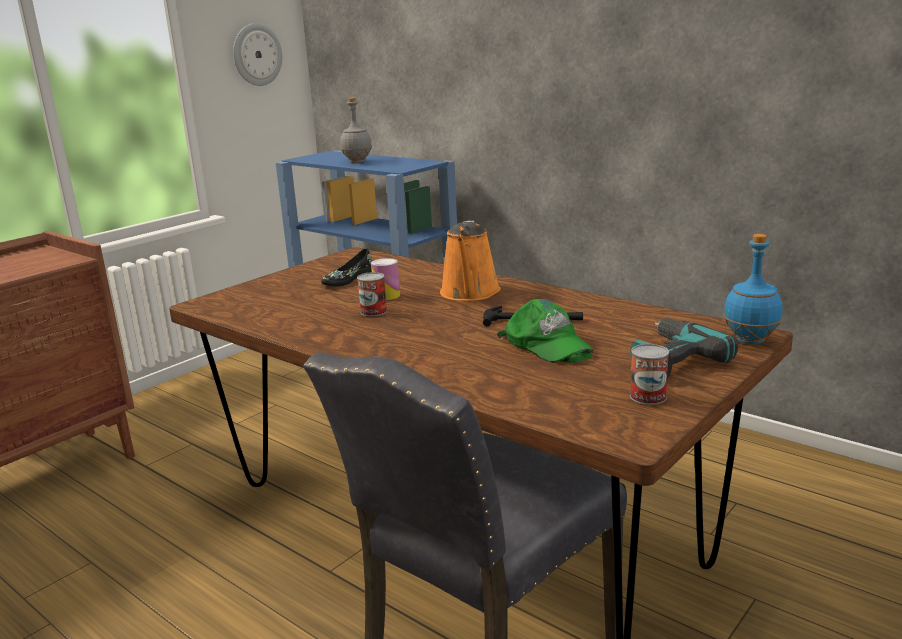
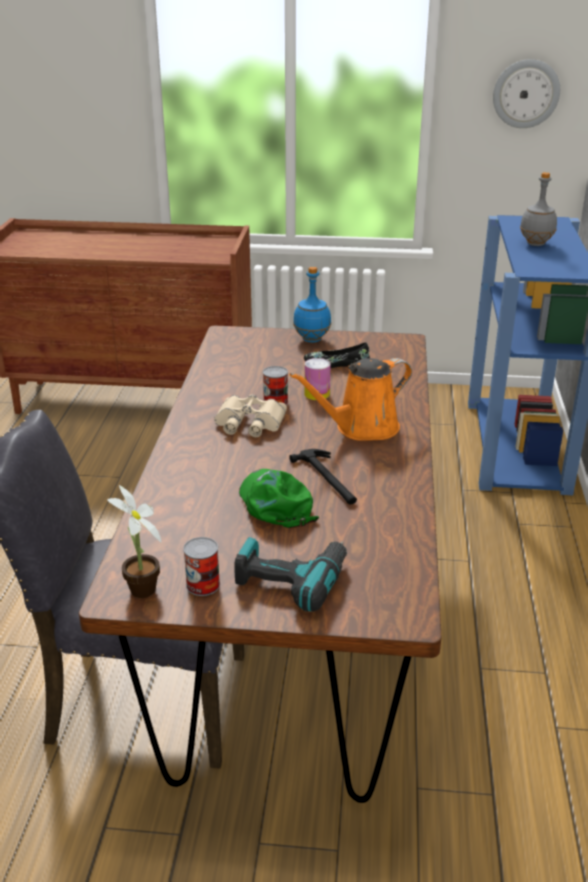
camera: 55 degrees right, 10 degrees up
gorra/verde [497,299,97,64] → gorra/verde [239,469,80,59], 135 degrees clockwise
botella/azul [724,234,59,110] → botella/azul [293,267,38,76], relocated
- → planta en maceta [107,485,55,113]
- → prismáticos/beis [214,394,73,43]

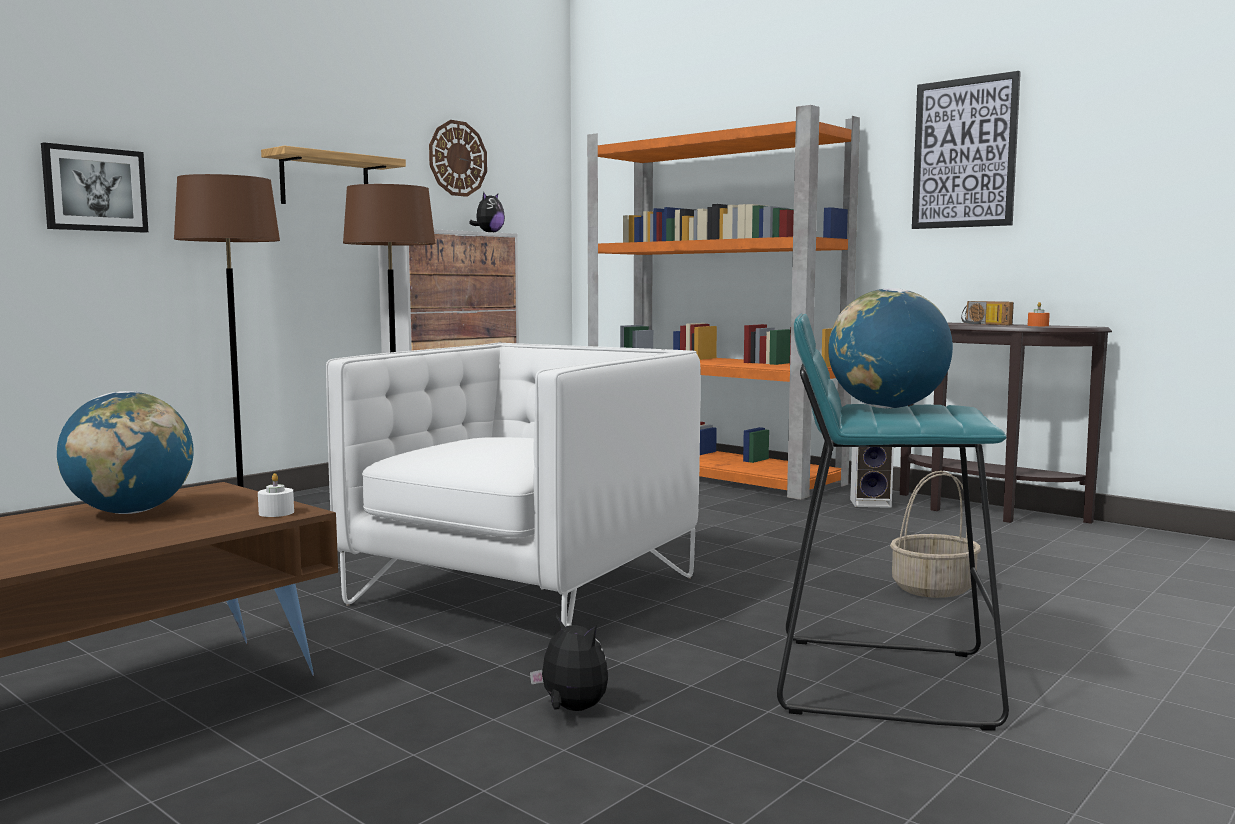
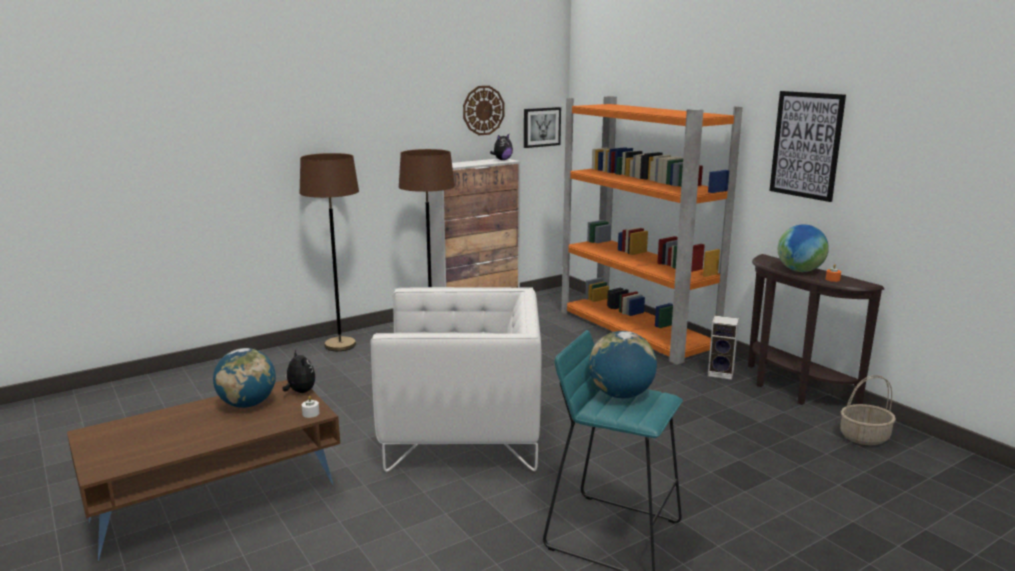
camera: 15 degrees right, 10 degrees up
cuadro [41,142,107,91] → cuadro [524,107,37,41], relocated
estante [261,146,145,58] → -
sillón/blanco [326,343,375,284] → sillón/blanco [370,287,171,186], 45 degrees clockwise
peluche [530,614,78,97] → peluche [282,350,34,43], relocated
cesta [890,471,91,127] → cesta [840,375,56,70], relocated
radio [961,301,53,24] → globo terráqueo [778,225,51,47]

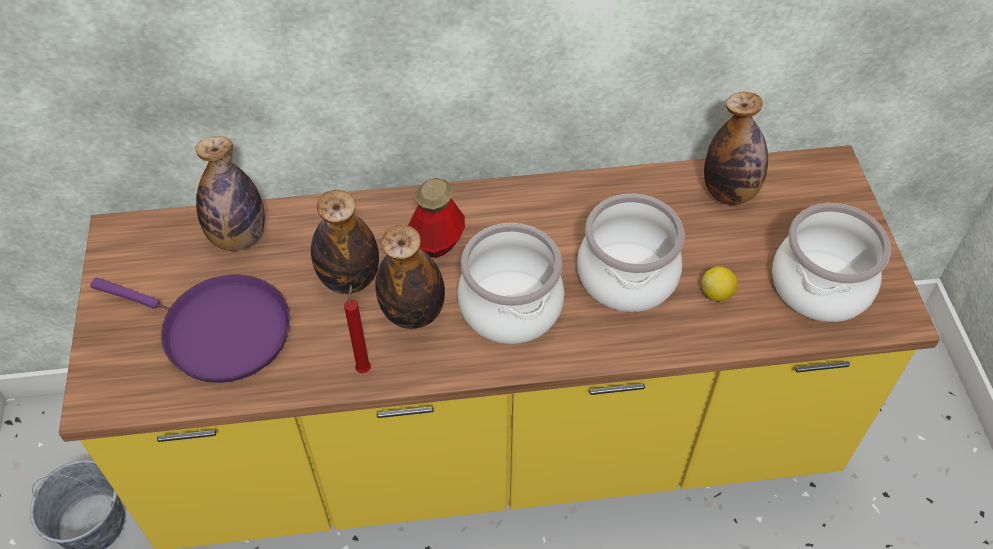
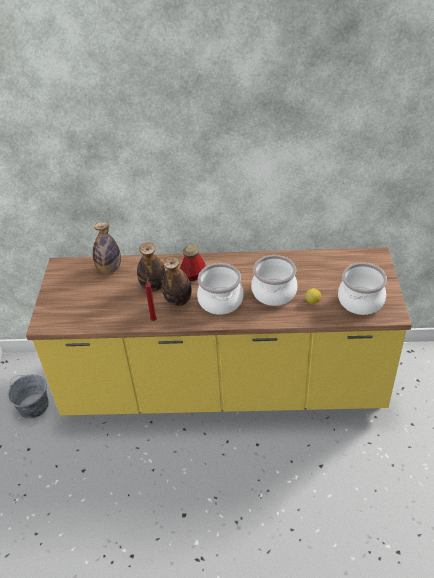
camera: 10 degrees right, 10 degrees down
sartén/morado [90,274,200,109] → -
botella [704,92,64,113] → -

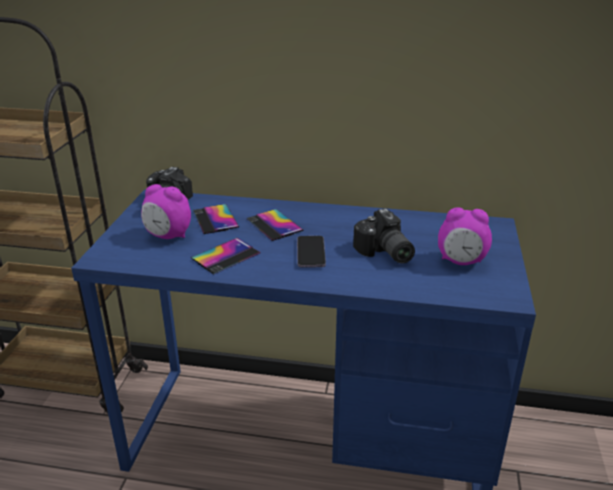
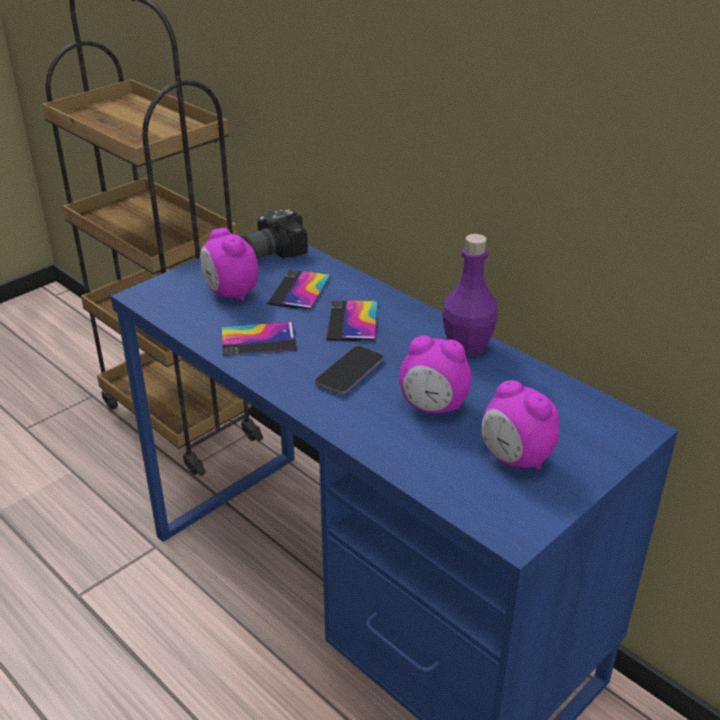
camera: 35 degrees right, 5 degrees up
cámara [353,208,62,56] → despertador [399,336,72,78]
- → botella/morado [442,234,56,123]

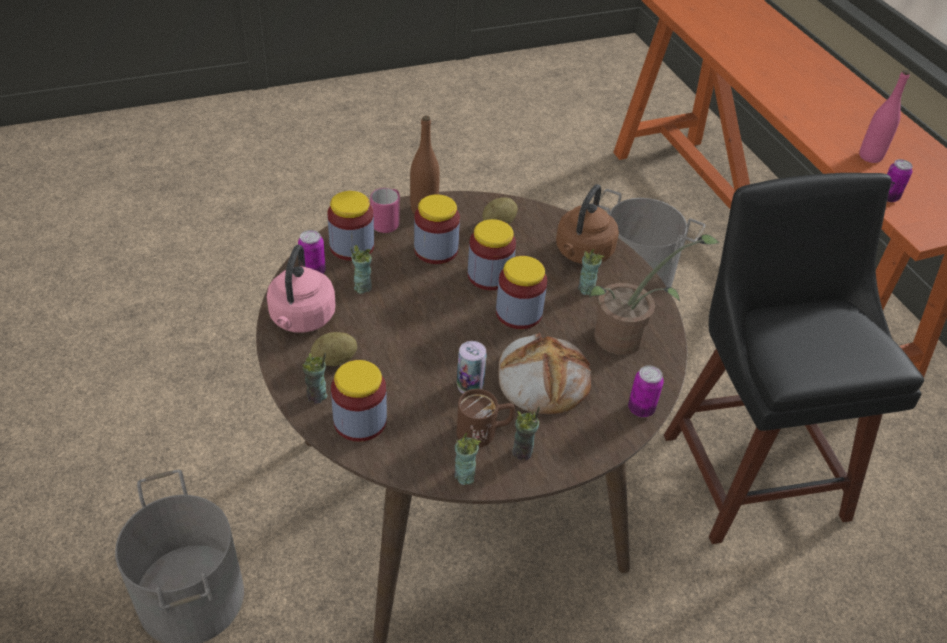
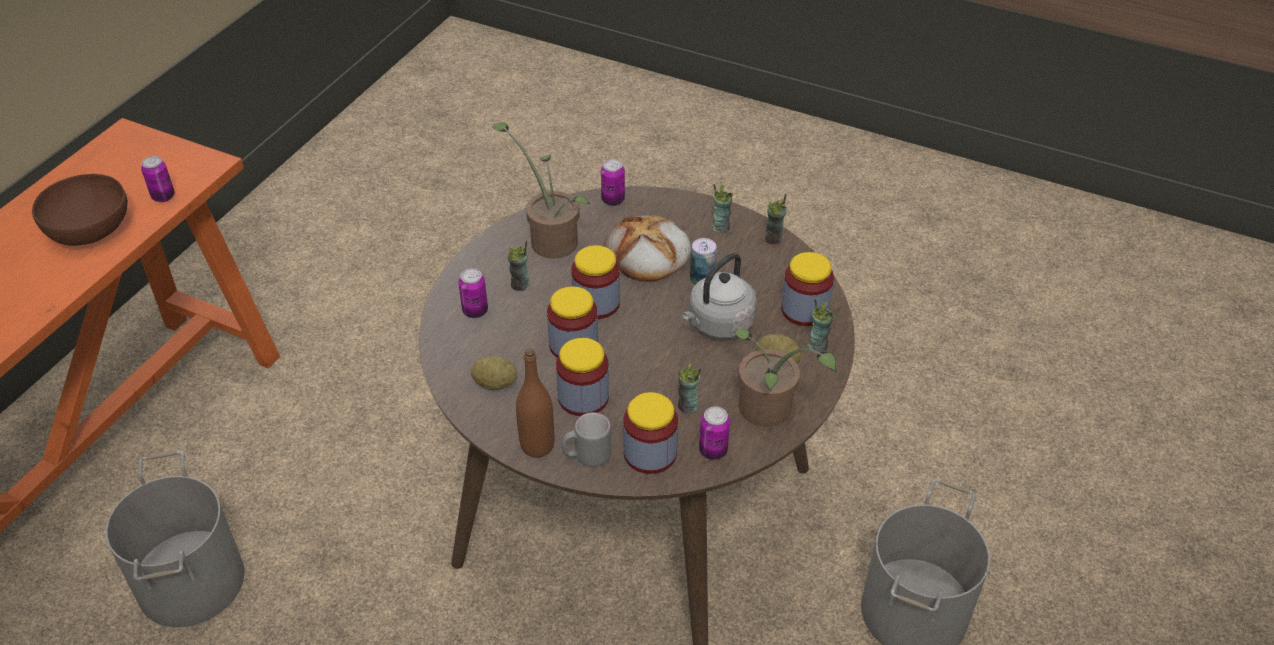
camera: 130 degrees left, 0 degrees up
hervidor/rosa [267,245,69,88] → planta en maceta [733,329,103,98]
taza grande/rosa [370,188,30,45] → taza grande/gris [562,412,49,55]
taza grande/marrón [457,389,58,59] → -
hervidor/marrón [556,184,63,80] → lata [458,268,30,50]
silla/negro [664,173,260,371] → -
botella/rosa [859,70,51,93] → cuenco/marrón [32,174,96,72]
- → hervidor/gris [682,253,75,86]

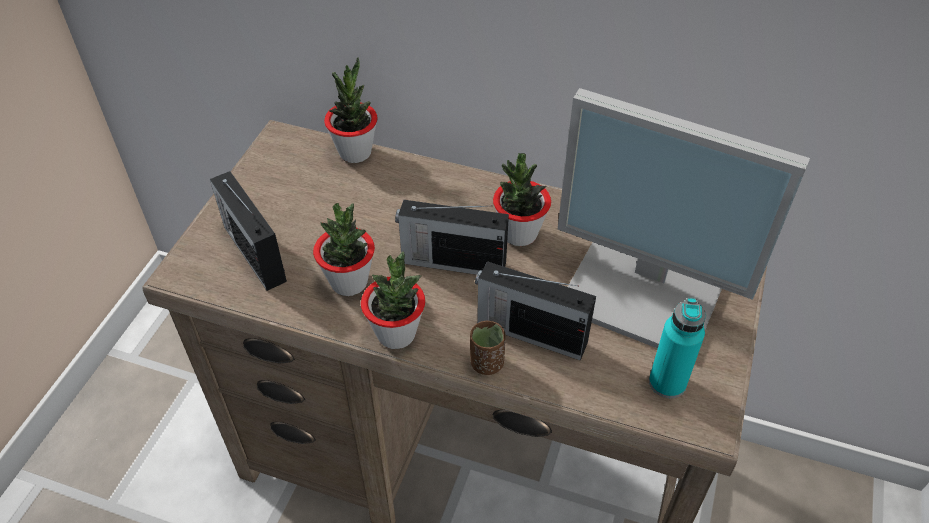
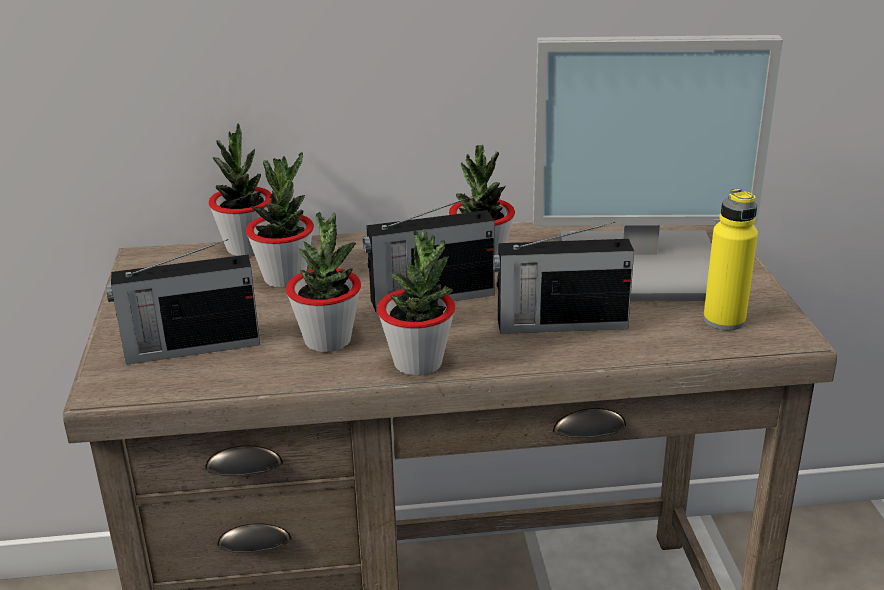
camera: 25 degrees left, 20 degrees down
radio [210,171,77,120] → radio [106,239,154,126], 45 degrees counterclockwise
taza/marrón [470,321,36,54] → -
botella/turquesa [649,298,57,100] → botella/amarillo [703,188,55,142]
- → planta en maceta [246,152,68,136]

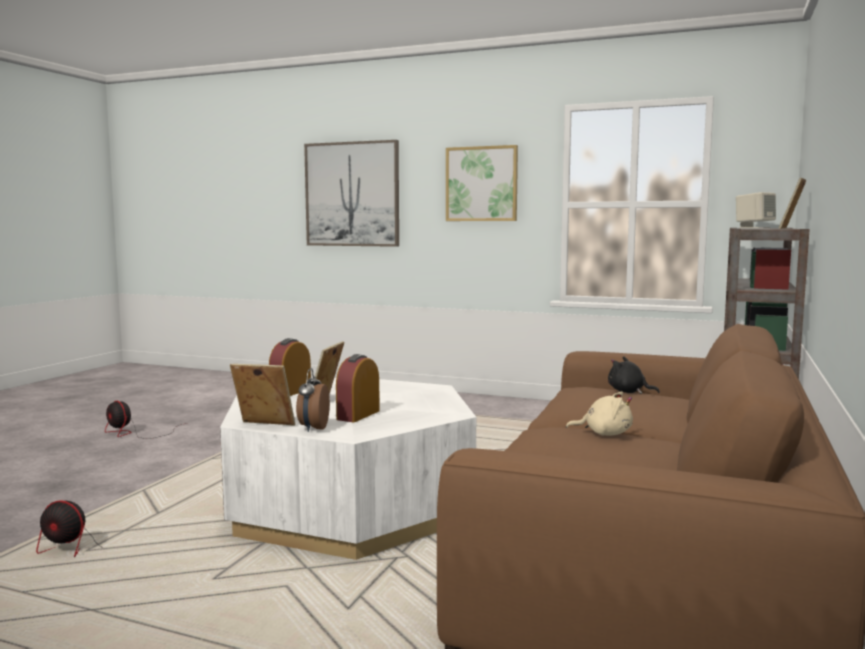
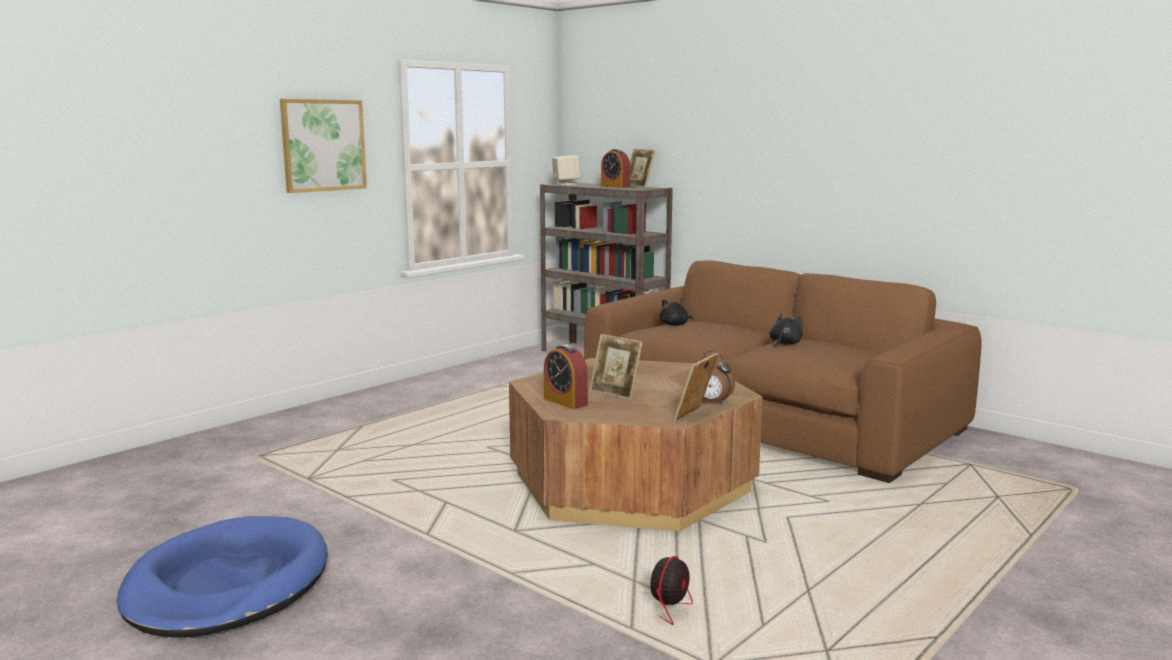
camera: 70 degrees left, 5 degrees up
ventilador [105,401,82,38] → cama para perro/azul [117,516,211,121]
mesa de centro/blanco [220,378,256,182] → mesa de centro/marrón [509,358,254,174]
cuadro [304,140,95,107] → -
despertador [336,354,44,68] → despertador [601,149,29,39], relocated
peluche/beis [566,392,67,44] → peluche/negro [769,314,34,33]

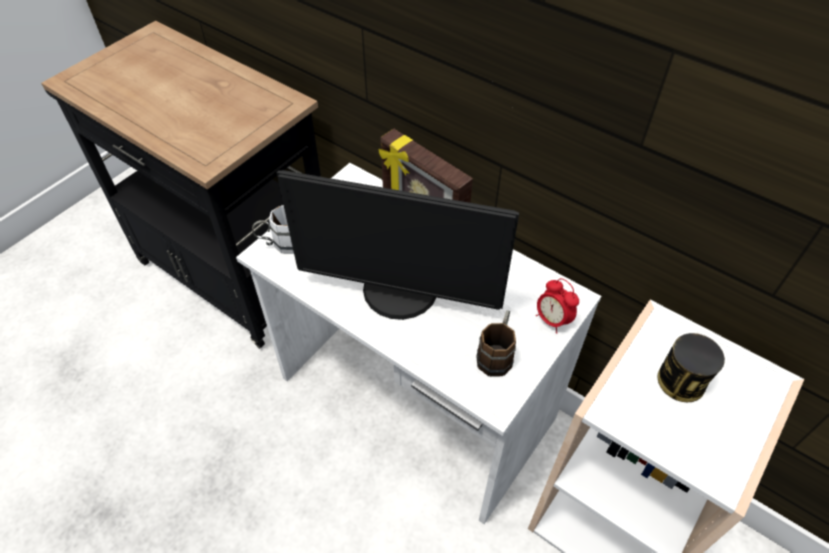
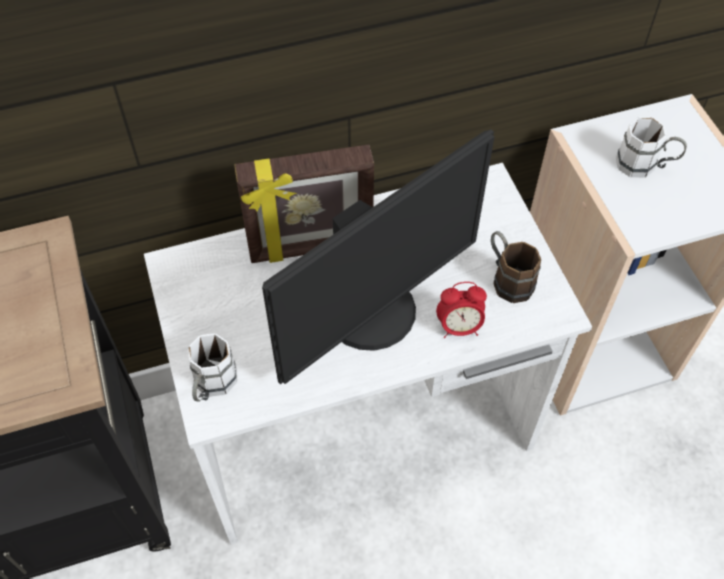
camera: 55 degrees left, 5 degrees up
despertador [536,278,43,56] → despertador [436,282,51,56], relocated
lata [657,333,68,69] → taza grande/blanco [616,118,71,60]

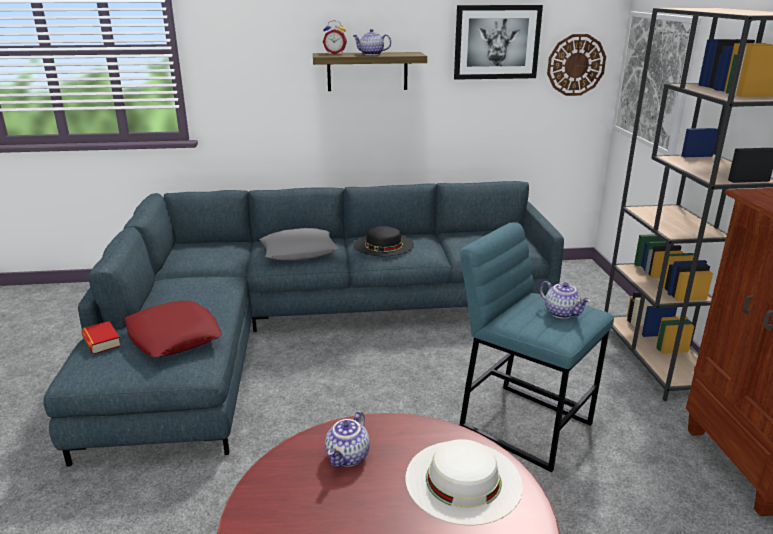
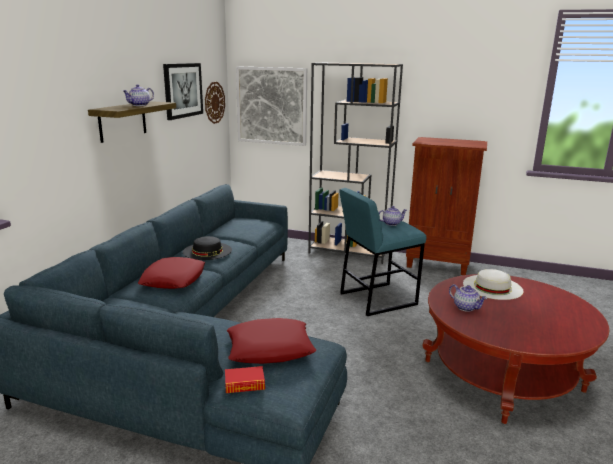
camera: 65 degrees left, 5 degrees down
cojín/gris [260,228,79,33] → cojín/rojo [138,257,67,32]
despertador [323,20,24,34] → -

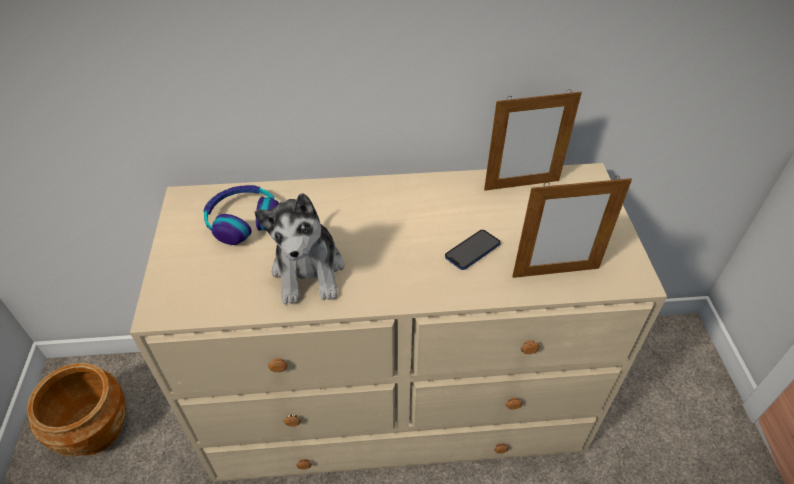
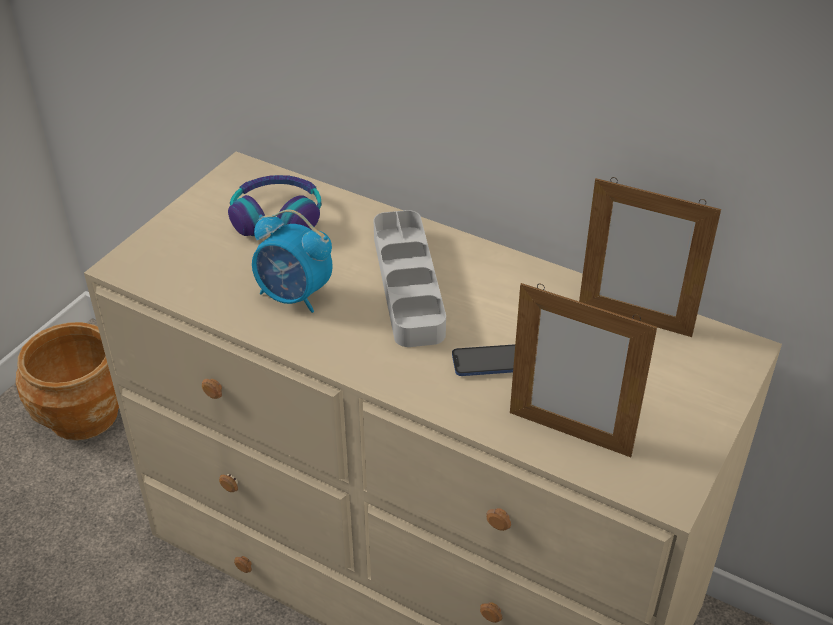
camera: 35 degrees right, 5 degrees down
peluche [254,193,90,112] → despertador [252,210,81,103]
- → bandeja/gris [374,210,72,137]

